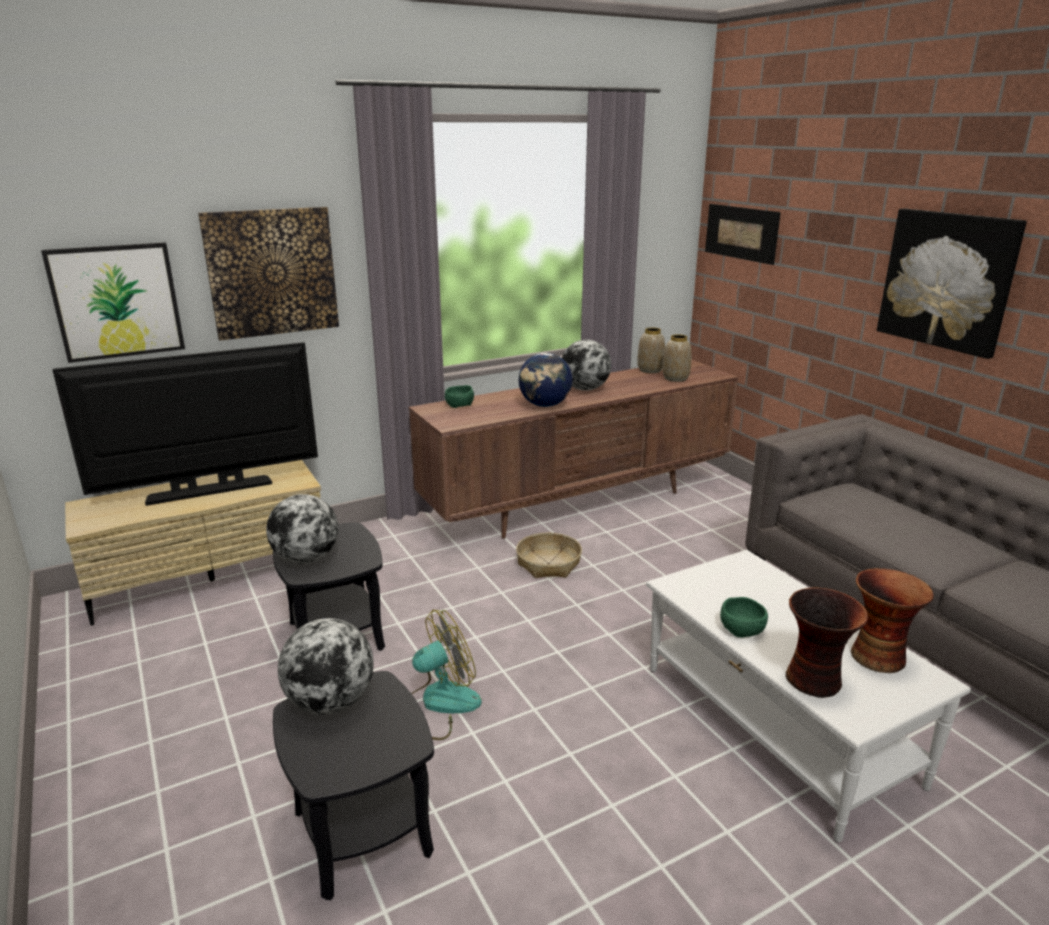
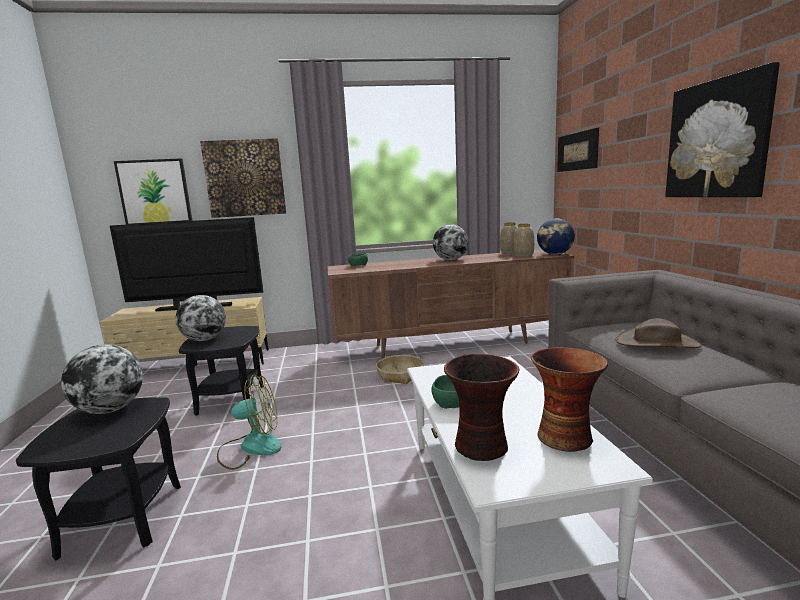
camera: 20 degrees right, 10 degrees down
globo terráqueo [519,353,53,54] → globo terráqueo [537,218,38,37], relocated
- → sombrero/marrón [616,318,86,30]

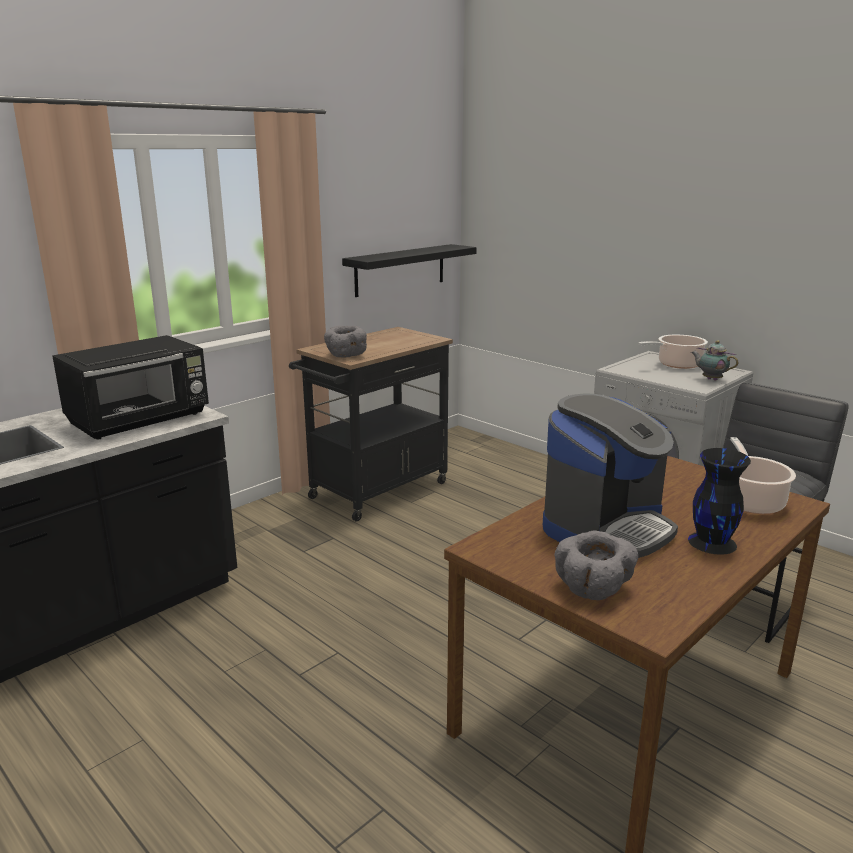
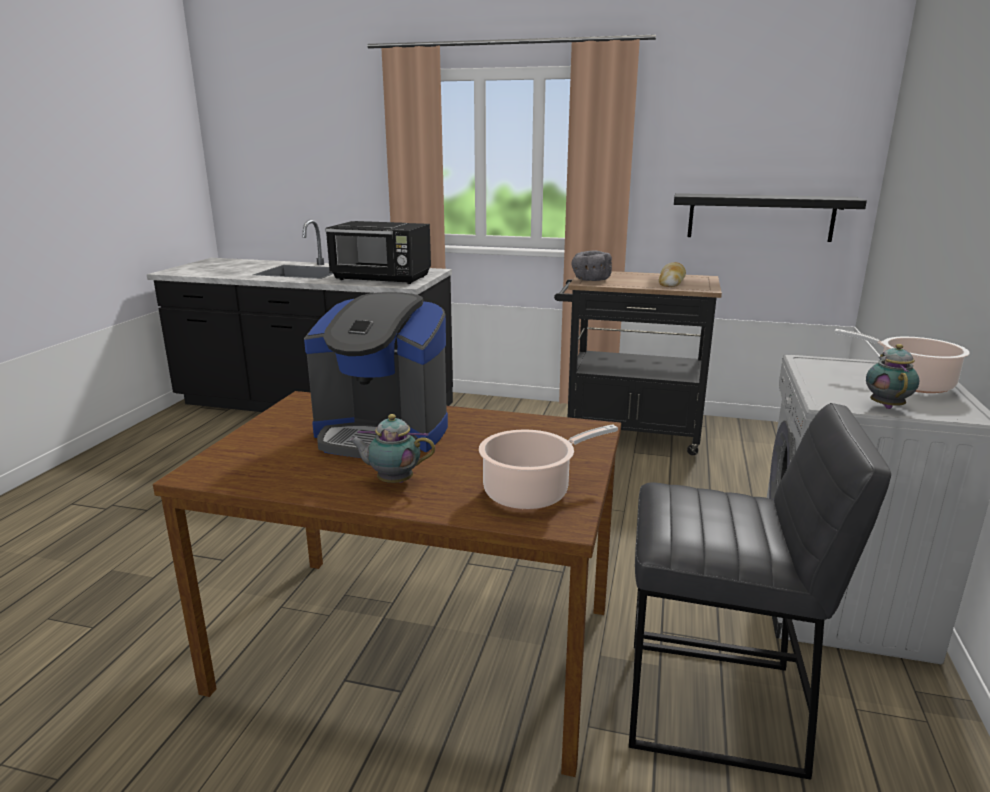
camera: 60 degrees right, 0 degrees up
cuenco/gris [554,530,84,70] → -
florero/negro [688,448,63,107] → tetera [348,414,87,69]
- → pan [659,262,27,25]

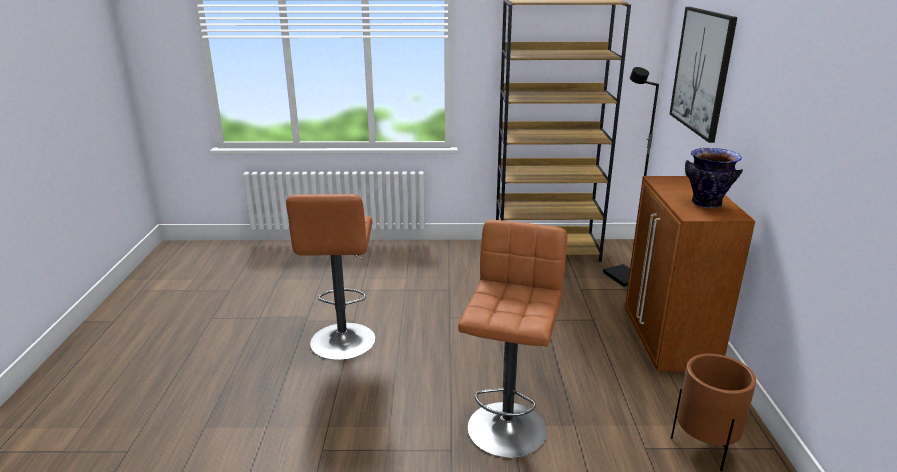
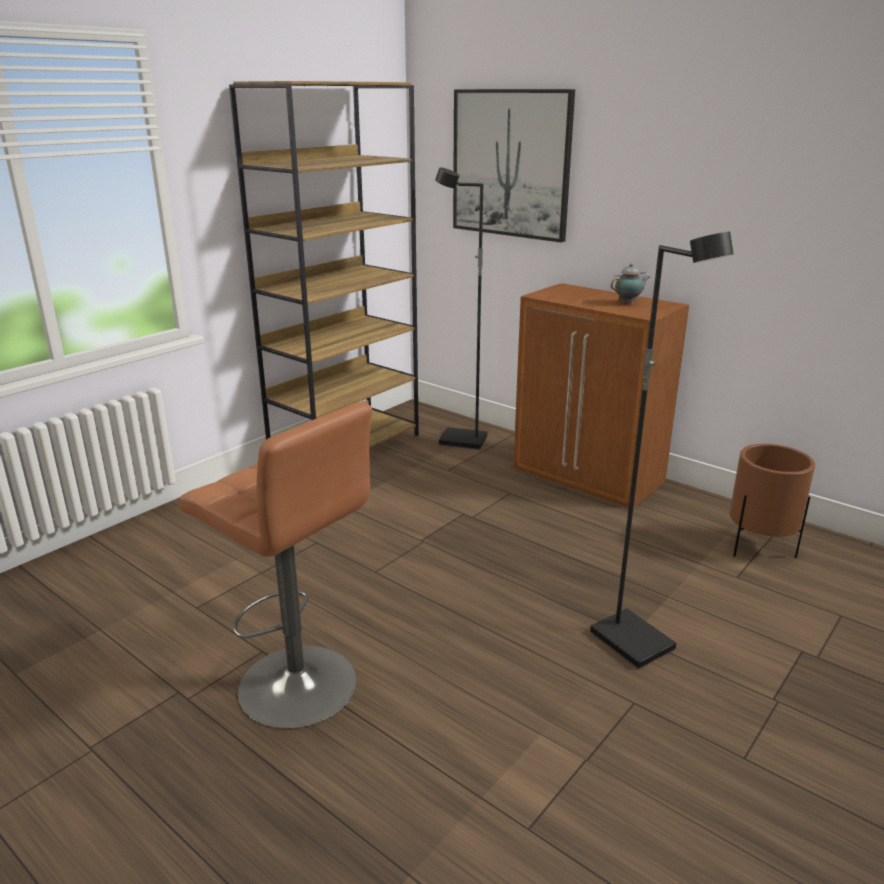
camera: 50 degrees left, 0 degrees up
taburete/marrón [458,220,109,238] → lámpara de pie/negro [590,232,143,437]
florero [685,148,58,60] → tetera [611,263,39,41]

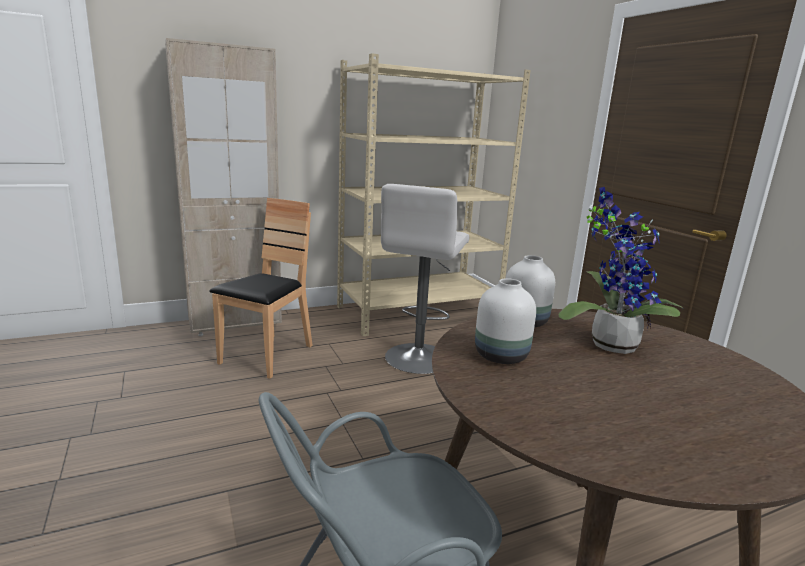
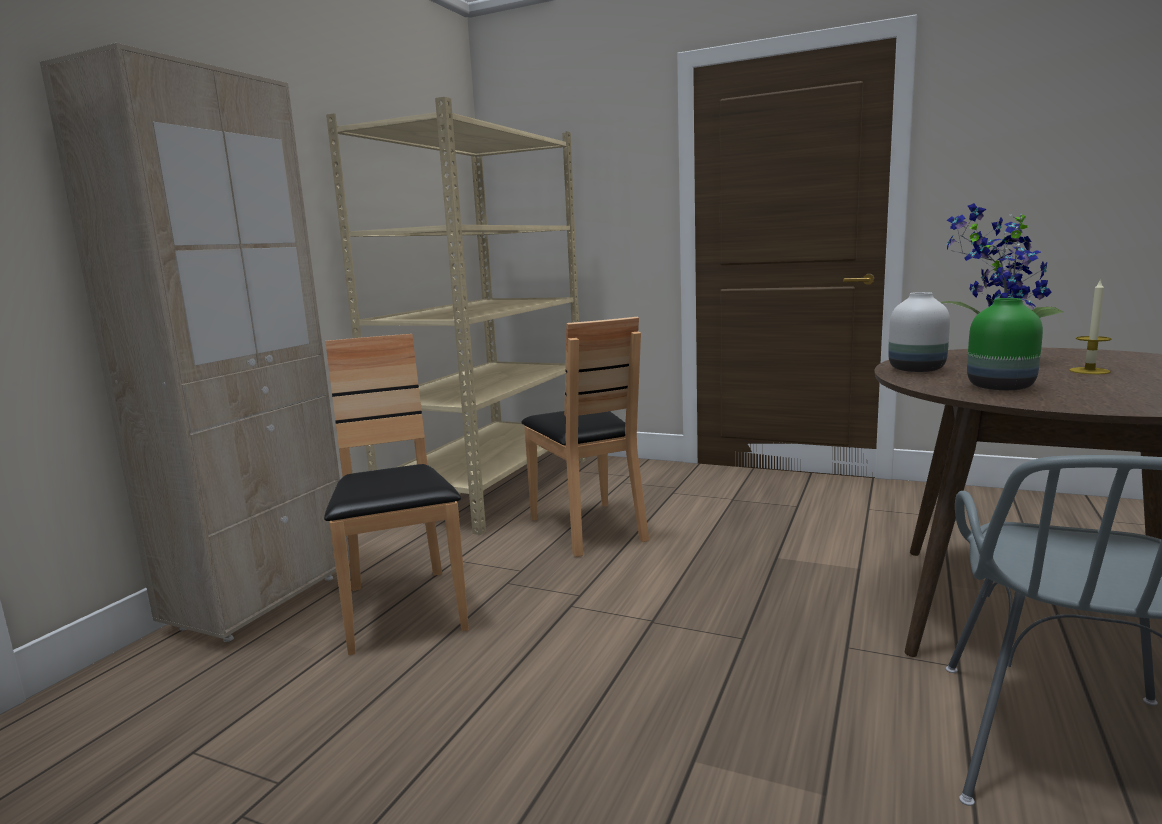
camera: 40 degrees left, 5 degrees down
taburete/blanco [381,184,88,190] → silla/marrón [522,317,127,240]
florero/blanco [475,278,61,86] → florero/verde [967,298,76,92]
- → vela [1069,278,42,96]

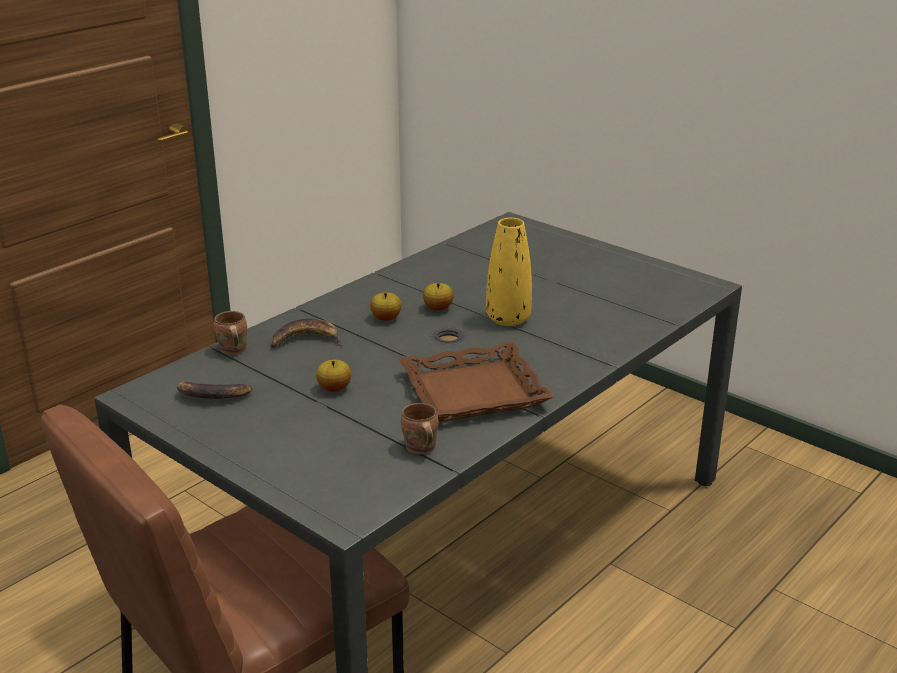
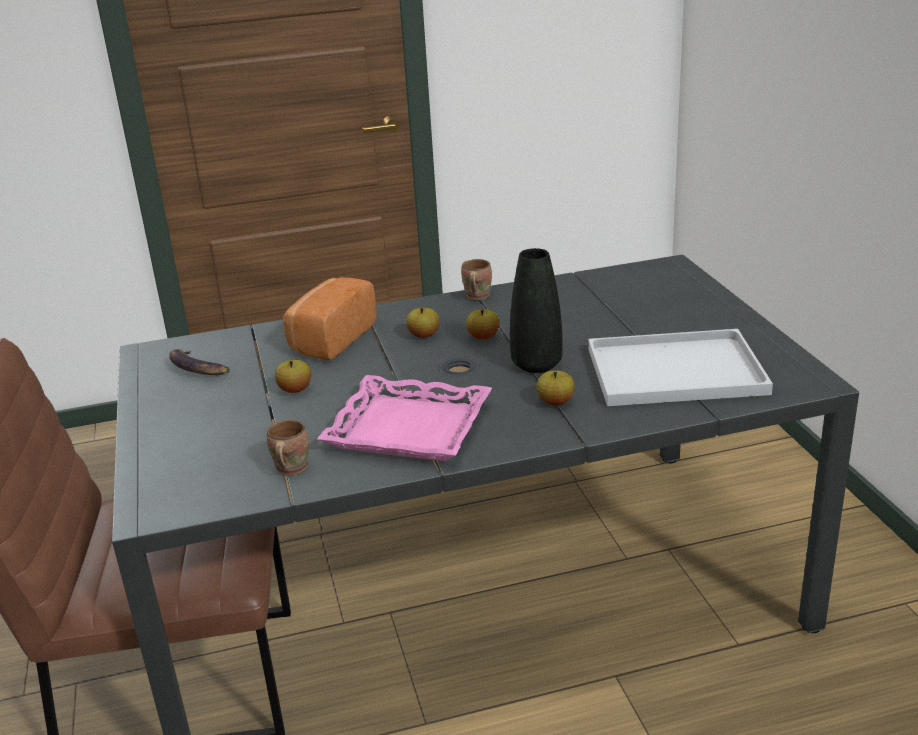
camera: 35 degrees right, 0 degrees up
taza grande/marrón [214,311,33,44] → taza grande/marrón [461,259,31,41], relocated
plátano [271,319,71,29] → pan [283,277,93,83]
bandeja/marrón [399,342,155,80] → bandeja/rosa [317,375,175,86]
florero/amarillo [486,218,46,108] → florero/negro [510,248,52,125]
- → manzana [536,371,39,35]
- → bandeja/blanco [588,329,185,77]

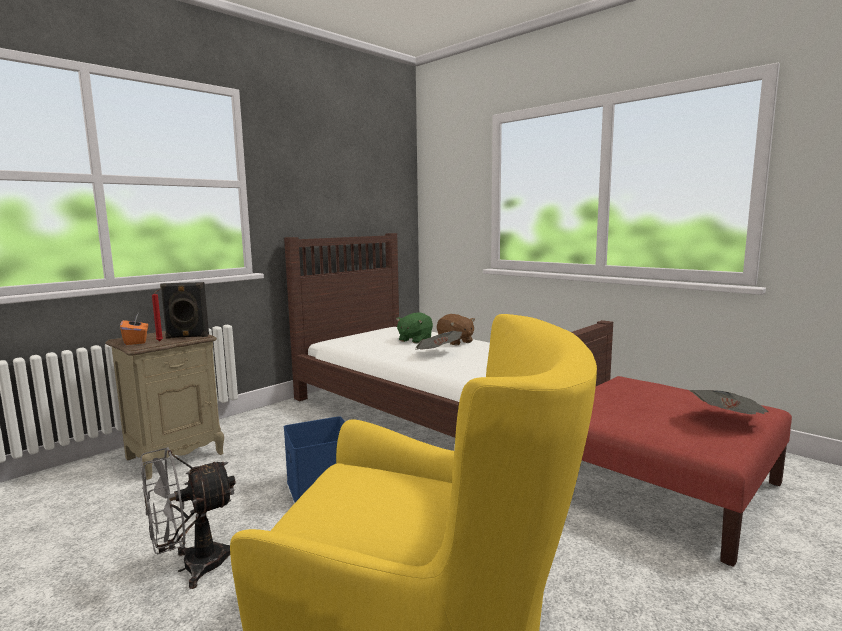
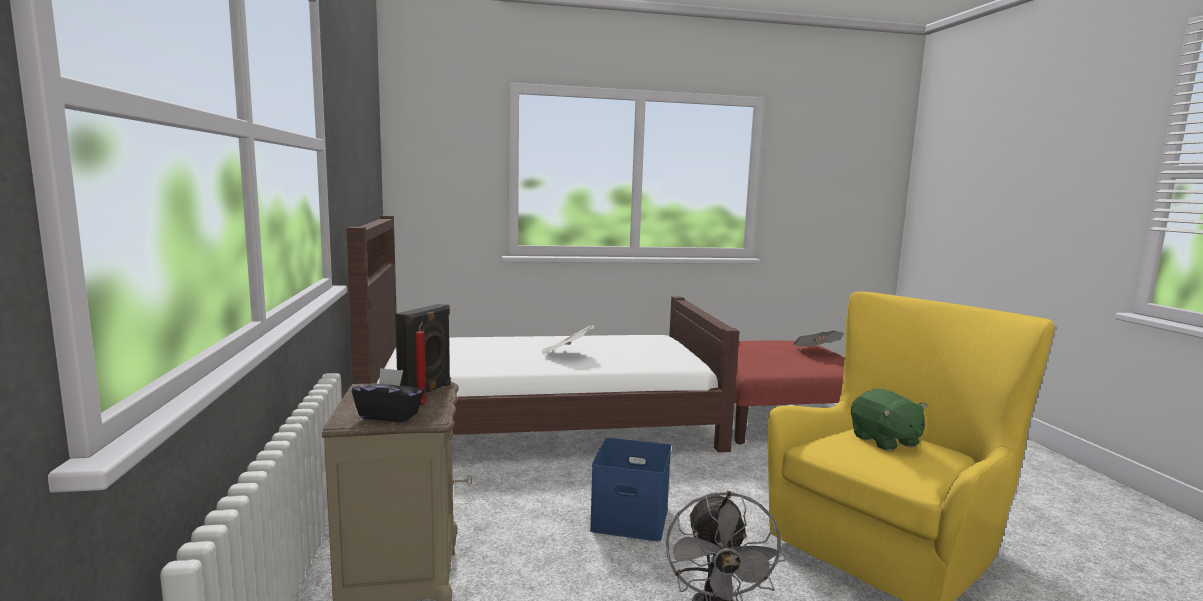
camera: 55 degrees left, 0 degrees up
caja de pañuelos/naranja [120,314,28,31] → caja de pañuelos/negro [352,368,72,54]
peluche/verde [396,312,37,32] → peluche/verde [851,388,76,63], relocated
peluche/marrón [437,314,38,32] → -

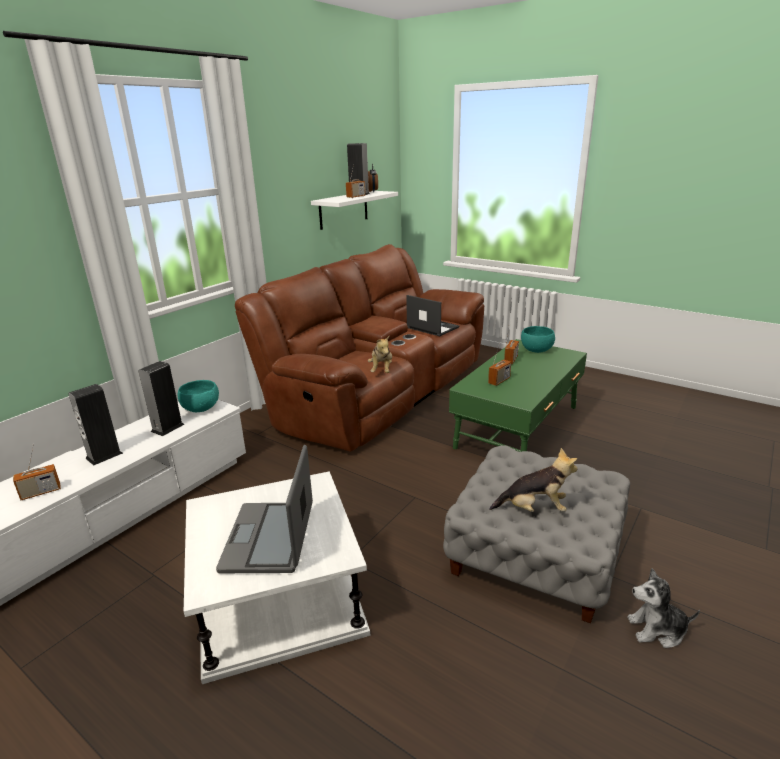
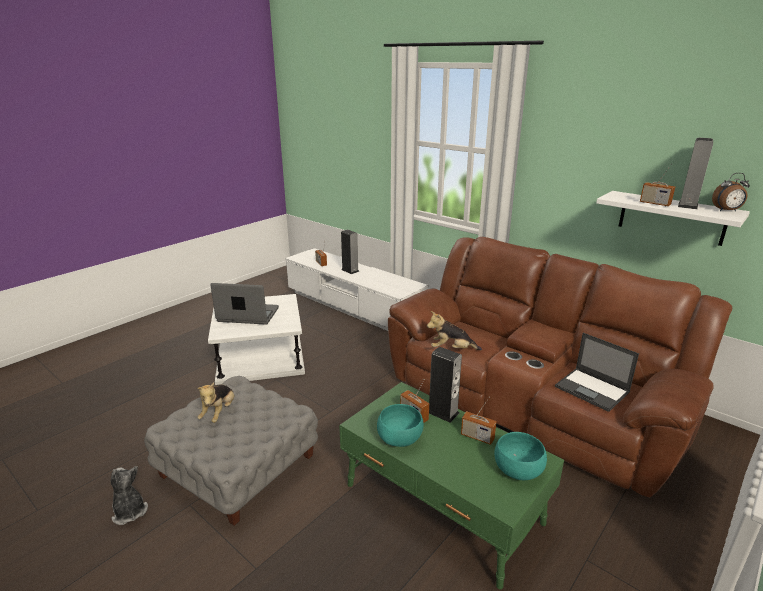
camera: 95 degrees right, 0 degrees up
altavoz [138,361,46,75] → altavoz [429,347,33,76], relocated
cuenco/turquesa [178,380,41,32] → cuenco/turquesa [377,404,47,43], relocated
portátil [406,295,54,41] → portátil [555,333,84,79], 90 degrees clockwise
peluche [627,568,73,80] → peluche [111,466,37,59], 45 degrees counterclockwise

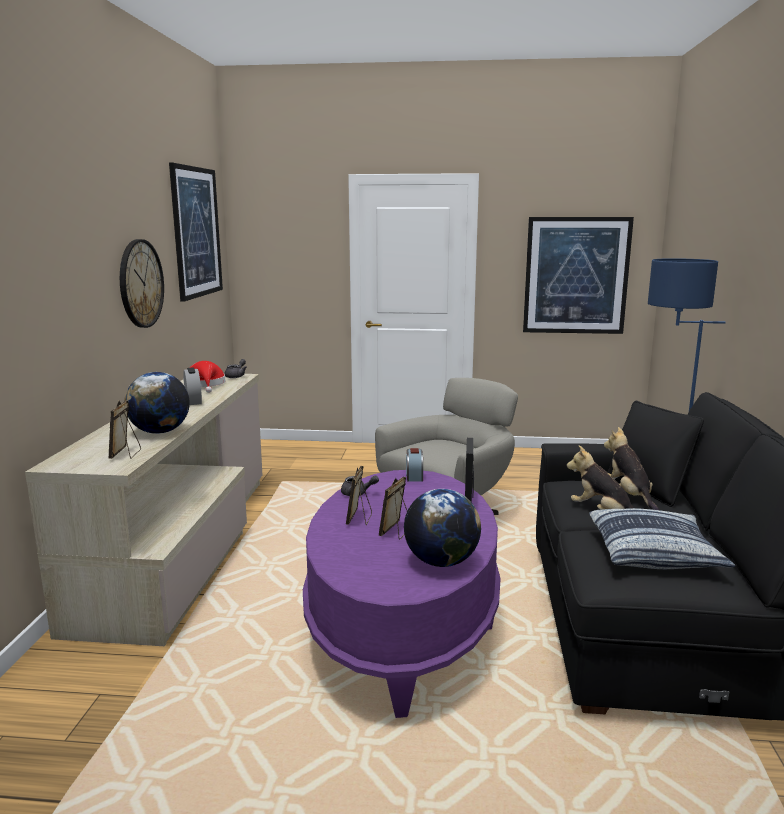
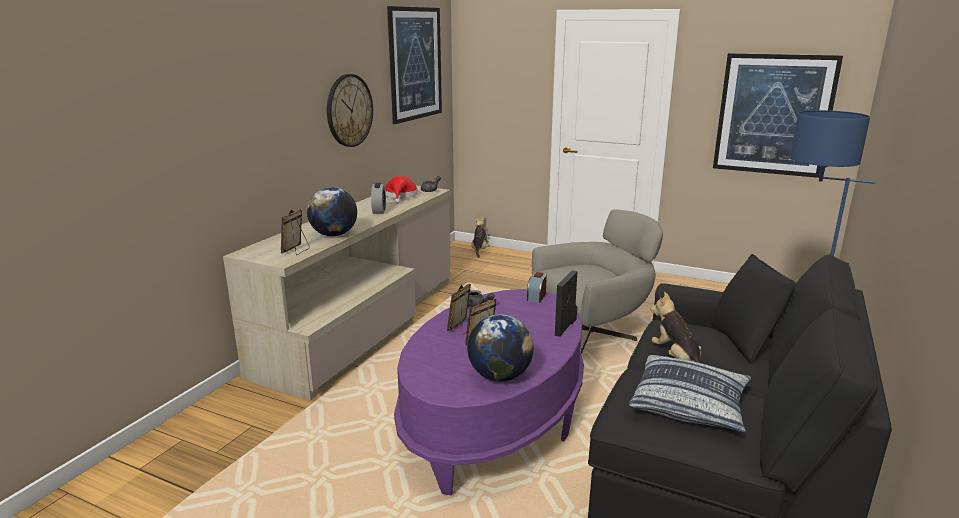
camera: 20 degrees right, 5 degrees up
peluche [604,427,55,83] → peluche [471,216,19,42], relocated

